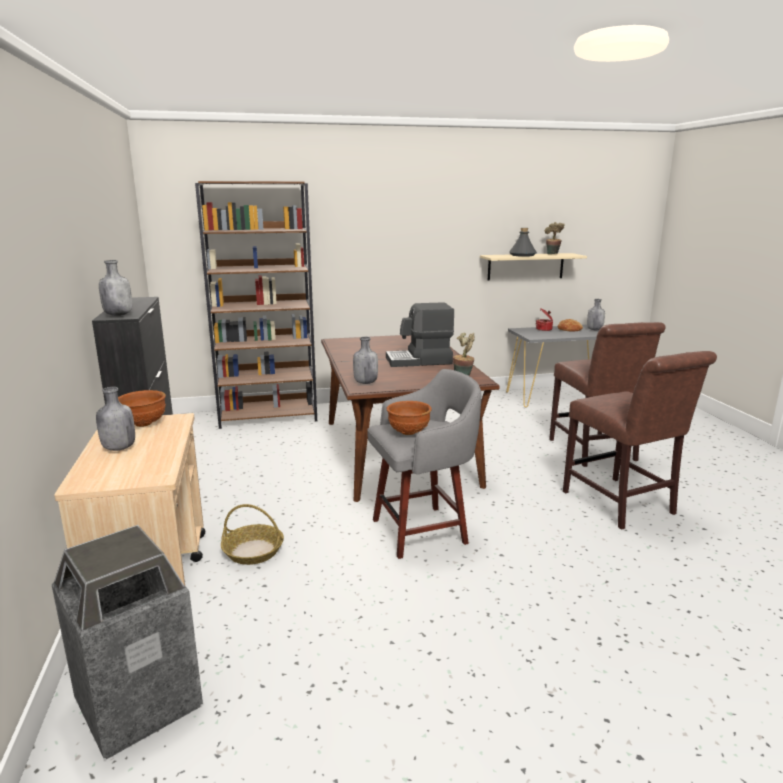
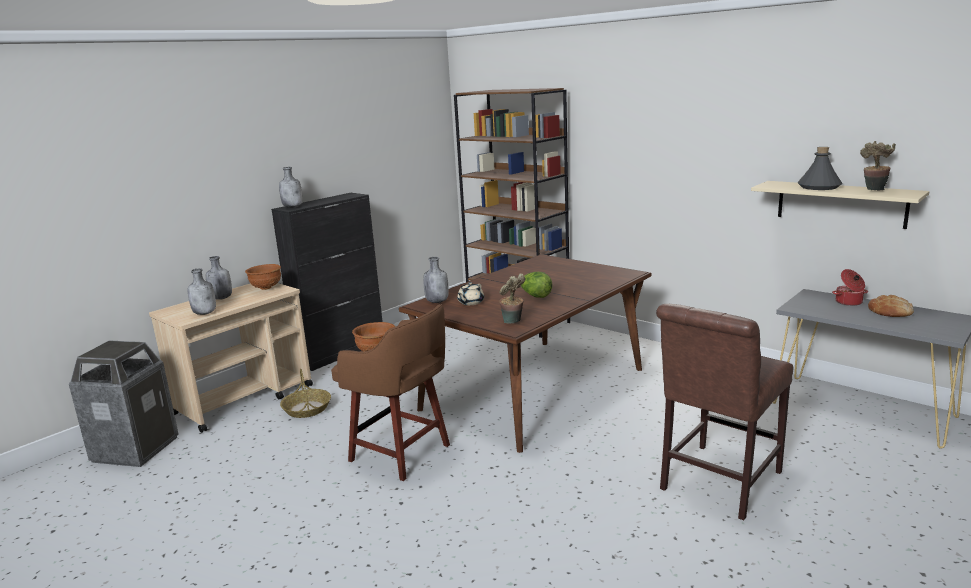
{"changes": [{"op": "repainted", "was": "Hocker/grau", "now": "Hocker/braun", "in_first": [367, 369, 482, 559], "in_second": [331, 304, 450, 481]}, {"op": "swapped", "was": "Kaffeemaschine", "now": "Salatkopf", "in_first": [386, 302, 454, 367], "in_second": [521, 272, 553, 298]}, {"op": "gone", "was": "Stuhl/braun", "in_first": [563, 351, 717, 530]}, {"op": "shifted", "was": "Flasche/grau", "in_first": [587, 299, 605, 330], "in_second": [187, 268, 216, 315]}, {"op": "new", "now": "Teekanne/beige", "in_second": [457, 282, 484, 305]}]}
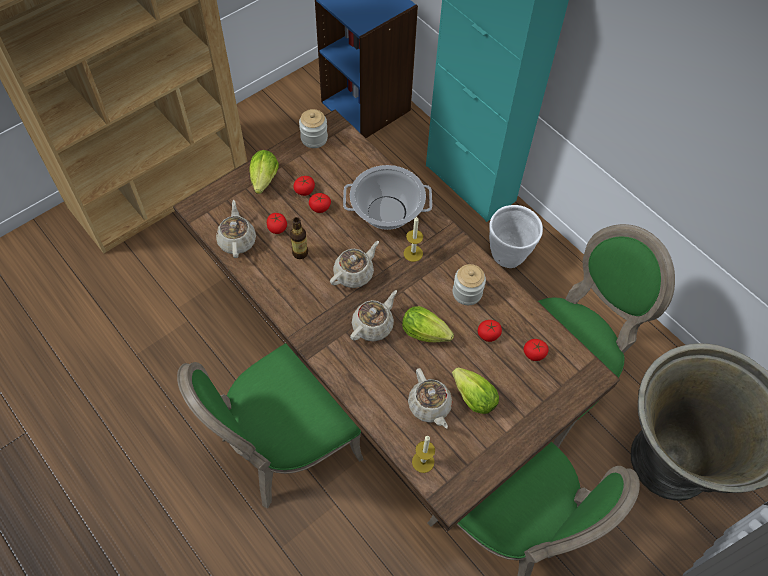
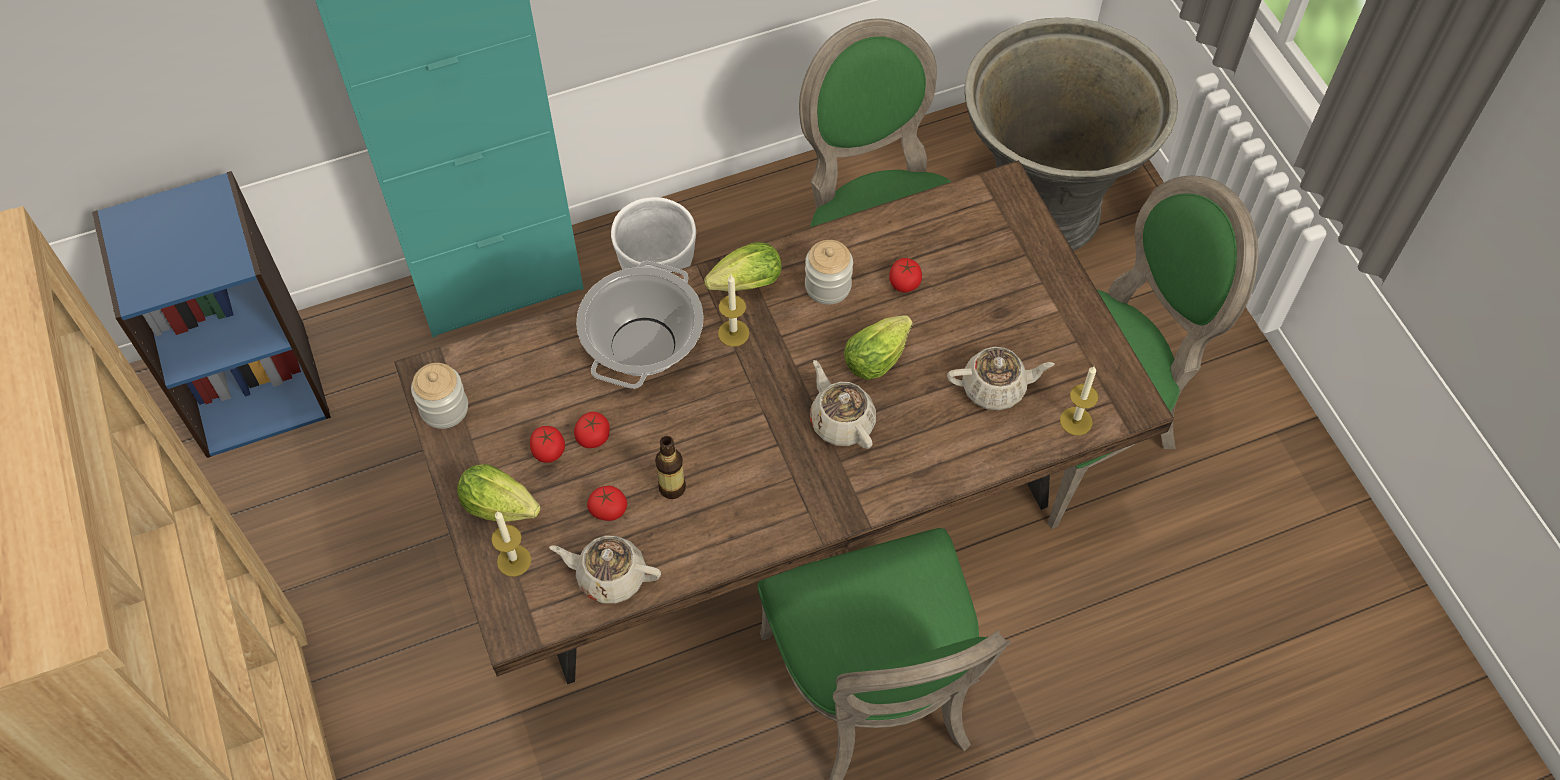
{"changes": [{"op": "gone", "was": "Teekanne/beige", "in_first": [330, 241, 379, 288]}, {"op": "shifted", "was": "Salatkopf", "in_first": [452, 367, 499, 414], "in_second": [704, 242, 781, 291]}, {"op": "gone", "was": "Tomate", "in_first": [524, 339, 548, 361]}, {"op": "new", "now": "Kerze", "in_second": [491, 512, 532, 577]}]}
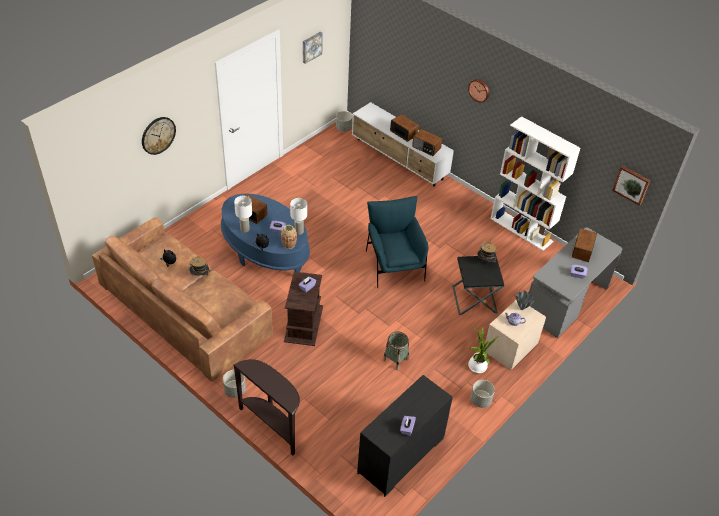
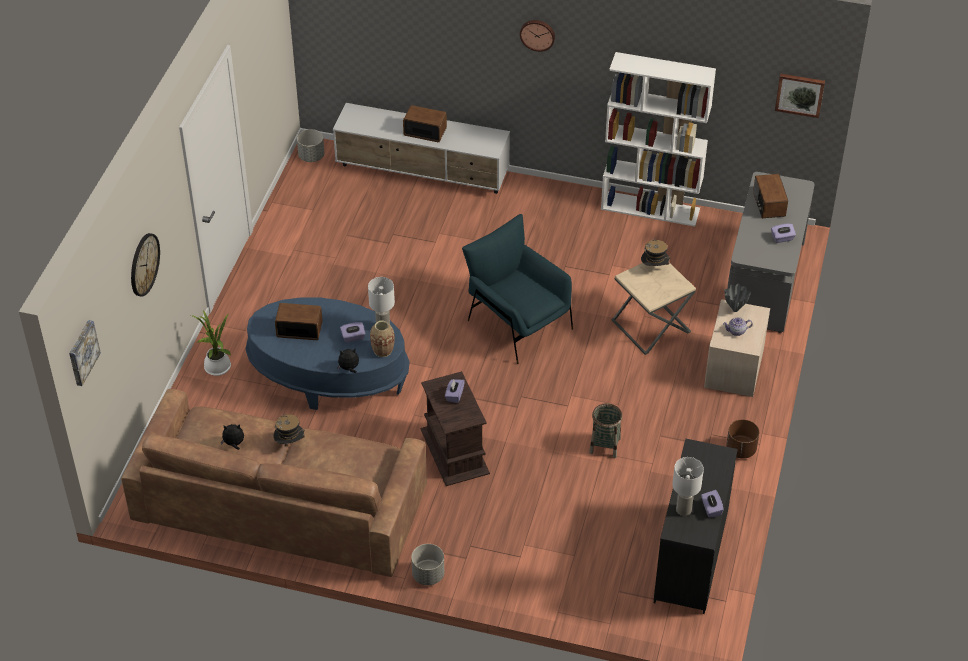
{"changes": [{"op": "gone", "was": "Konsolentisch/braun", "in_first": [233, 359, 300, 455]}, {"op": "shifted", "was": "Tischlampe/weiß", "in_first": [234, 196, 252, 233], "in_second": [672, 457, 704, 516]}, {"op": "shifted", "was": "Bild", "in_first": [303, 32, 323, 64], "in_second": [69, 320, 101, 386]}, {"op": "gone", "was": "Radio", "in_first": [412, 129, 442, 156]}, {"op": "repainted", "was": "Beistelltisch/schwarz", "now": "Beistelltisch/beige", "in_first": [452, 256, 504, 315], "in_second": [611, 262, 696, 355]}, {"op": "shifted", "was": "Topfpflanze", "in_first": [468, 327, 499, 373], "in_second": [191, 310, 231, 376]}, {"op": "repainted", "was": "Pflanzkübel/grau", "now": "Pflanzkübel/braun", "in_first": [471, 380, 495, 408], "in_second": [726, 419, 759, 459]}]}
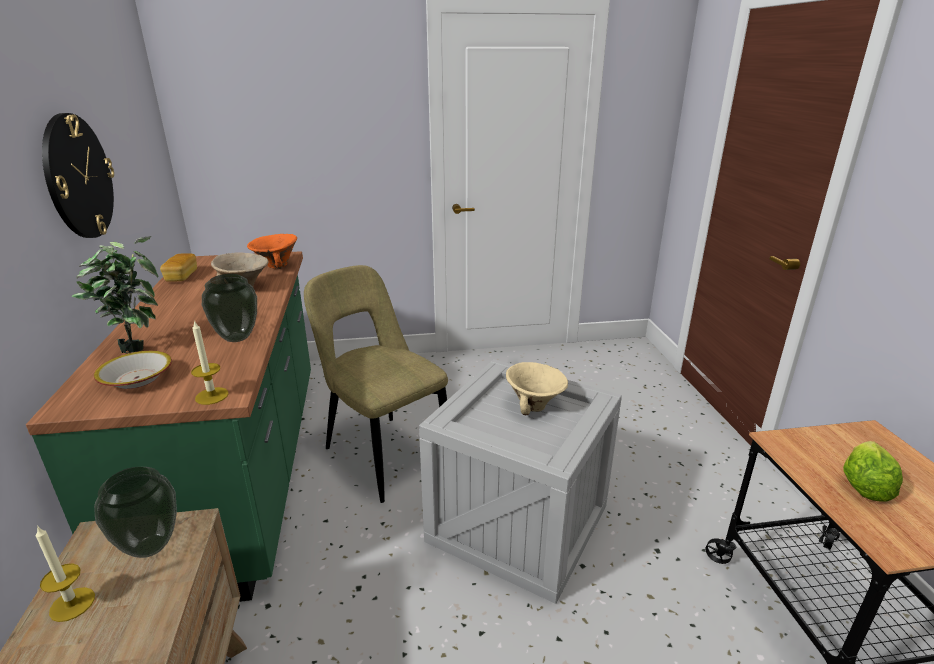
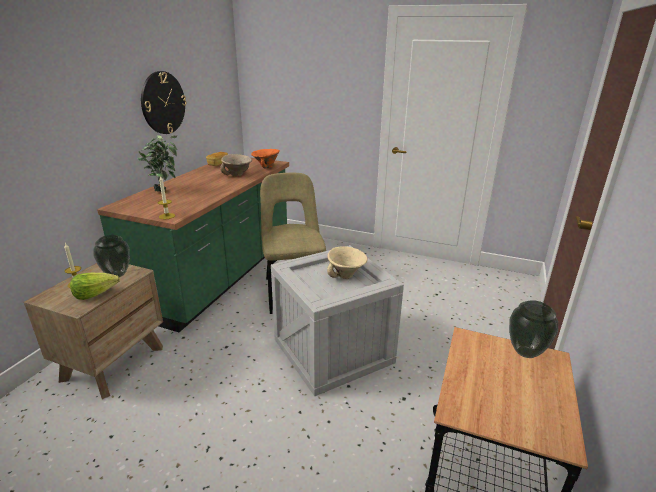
{"changes": [{"op": "gone", "was": "Schüssel", "in_first": [94, 351, 172, 389]}, {"op": "shifted", "was": "Vase", "in_first": [202, 274, 257, 342], "in_second": [509, 300, 558, 358]}, {"op": "shifted", "was": "Salatkopf", "in_first": [843, 441, 903, 502], "in_second": [70, 273, 120, 300]}]}
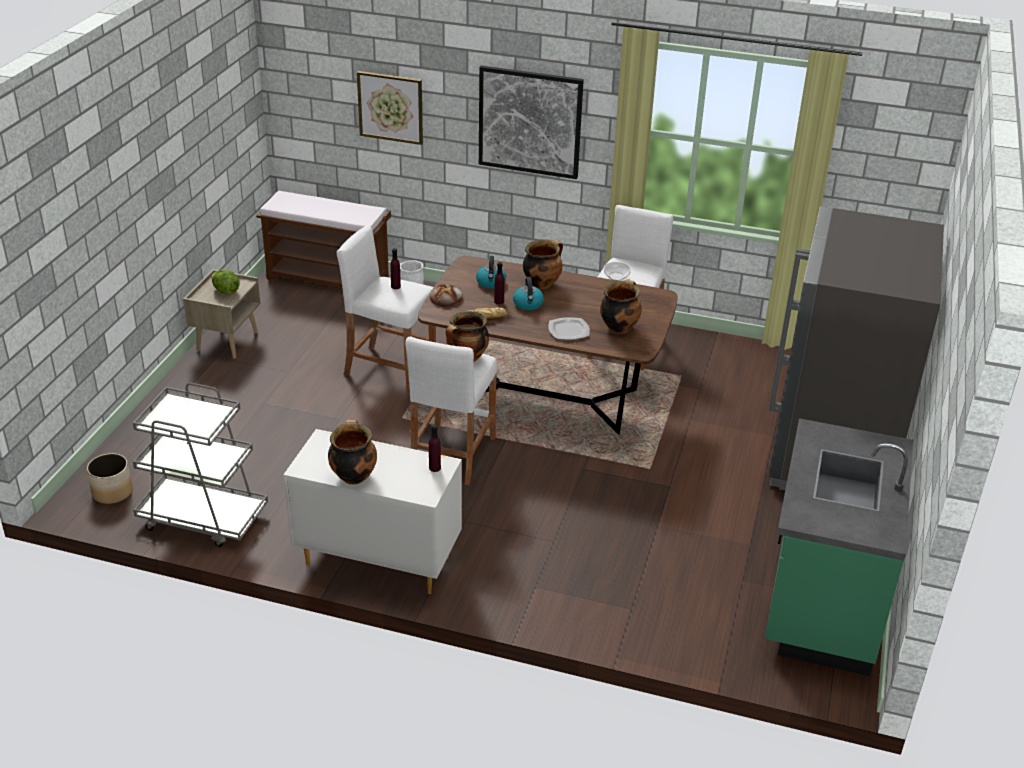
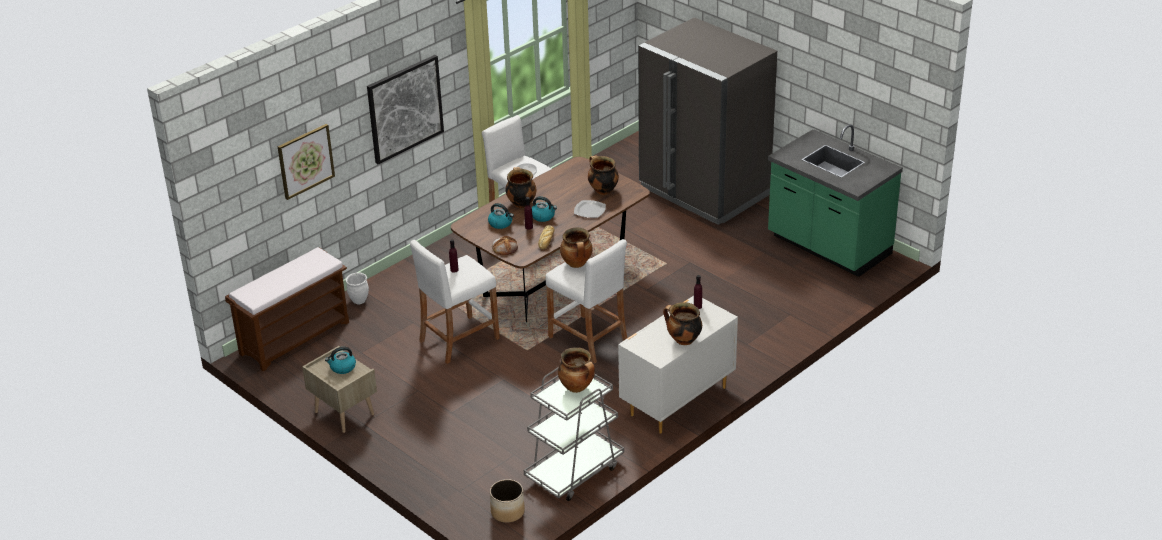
{"changes": [{"op": "swapped", "was": "Salatkopf", "now": "Wasserkessel", "in_first": [212, 269, 240, 295], "in_second": [325, 347, 356, 374]}, {"op": "new", "now": "Kochtopf", "in_second": [558, 347, 595, 393]}]}
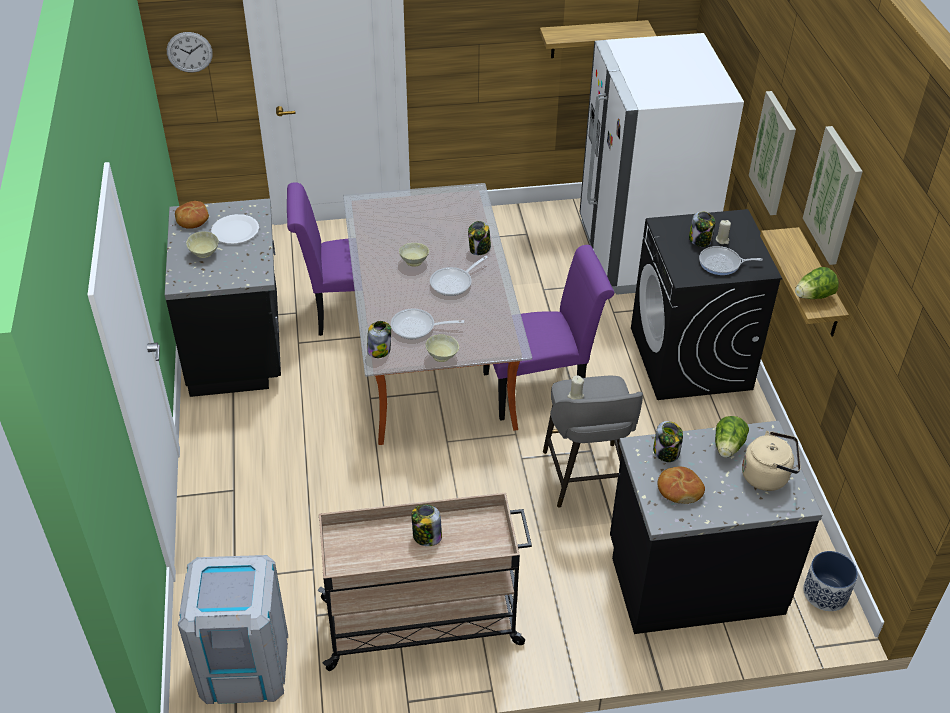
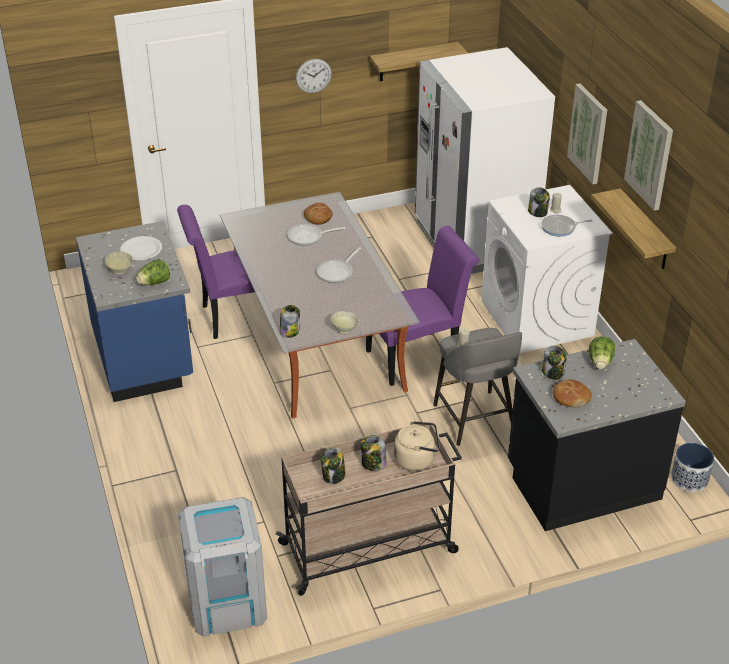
{"changes": [{"op": "repainted", "was": "Küchenzeile/schwarz", "now": "Küchenzeile/blau", "in_first": [165, 198, 281, 397], "in_second": [76, 221, 193, 402]}, {"op": "shifted", "was": "Wanduhr", "in_first": [167, 32, 213, 73], "in_second": [296, 59, 332, 93]}, {"op": "shifted", "was": "Brot", "in_first": [175, 201, 209, 229], "in_second": [304, 203, 333, 224]}, {"op": "shifted", "was": "Pfanne", "in_first": [391, 309, 464, 339], "in_second": [287, 224, 346, 245]}, {"op": "gone", "was": "Schüssel/beige", "in_first": [399, 243, 429, 267]}, {"op": "shifted", "was": "Vorratsglas", "in_first": [468, 221, 491, 255], "in_second": [321, 448, 346, 484]}, {"op": "repainted", "was": "Waschmaschine/schwarz", "now": "Waschmaschine/weiß", "in_first": [631, 209, 782, 400], "in_second": [481, 185, 613, 353]}, {"op": "shifted", "was": "Wasserkessel/beige", "in_first": [742, 431, 801, 491], "in_second": [394, 421, 439, 471]}, {"op": "shifted", "was": "Salatkopf", "in_first": [795, 267, 839, 299], "in_second": [136, 259, 170, 285]}]}
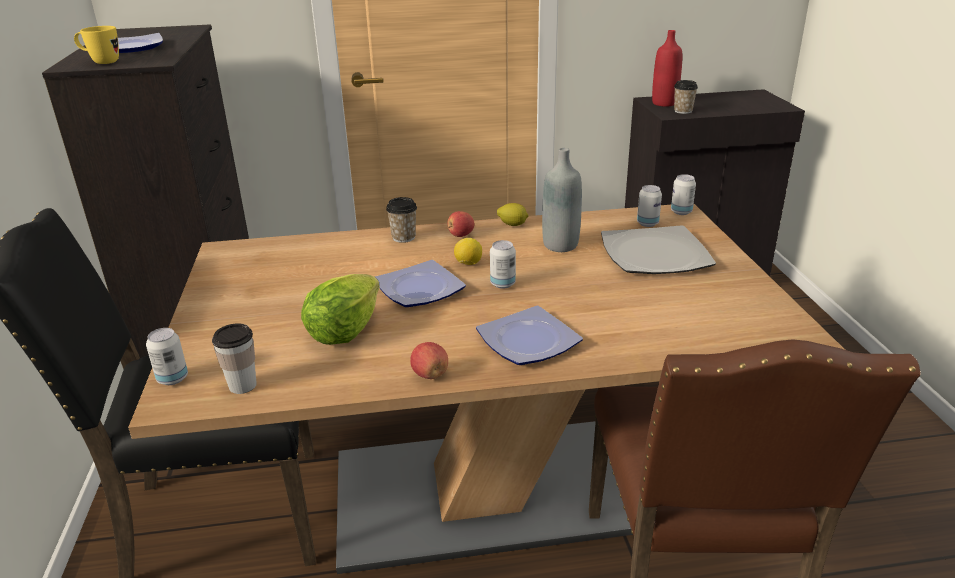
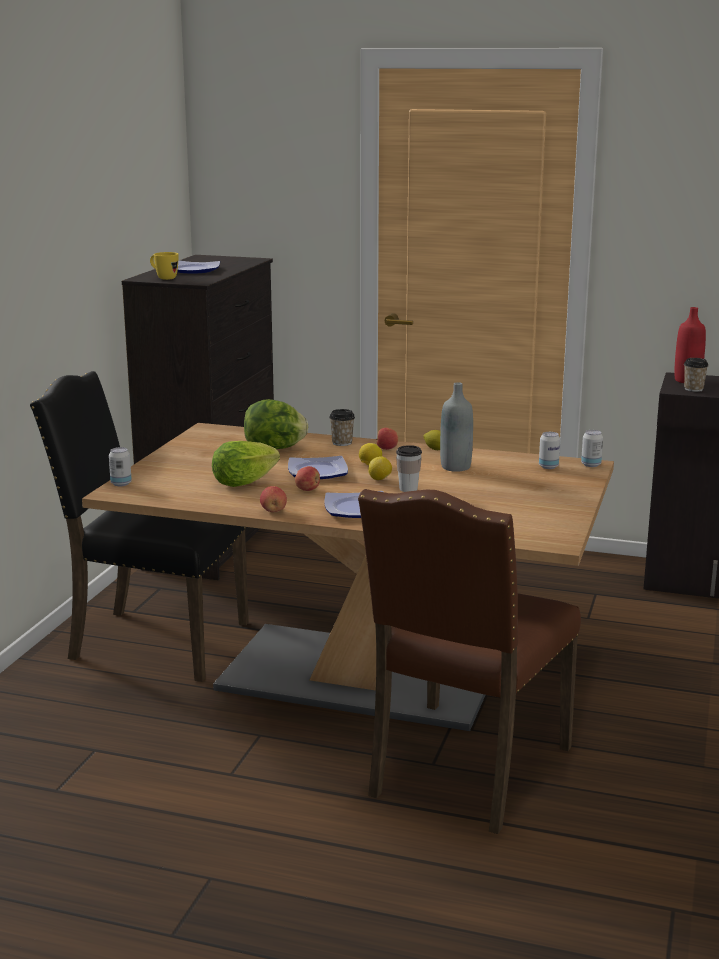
{"changes": [{"op": "shifted", "was": "Tasse", "in_first": [212, 323, 257, 394], "in_second": [396, 445, 422, 492]}, {"op": "swapped", "was": "Dose", "now": "Zitrone", "in_first": [490, 240, 516, 289], "in_second": [369, 456, 392, 480]}, {"op": "gone", "was": "Teller", "in_first": [601, 225, 716, 274]}, {"op": "new", "now": "Salatkopf", "in_second": [244, 399, 308, 449]}, {"op": "new", "now": "Apfel", "in_second": [295, 466, 320, 491]}]}
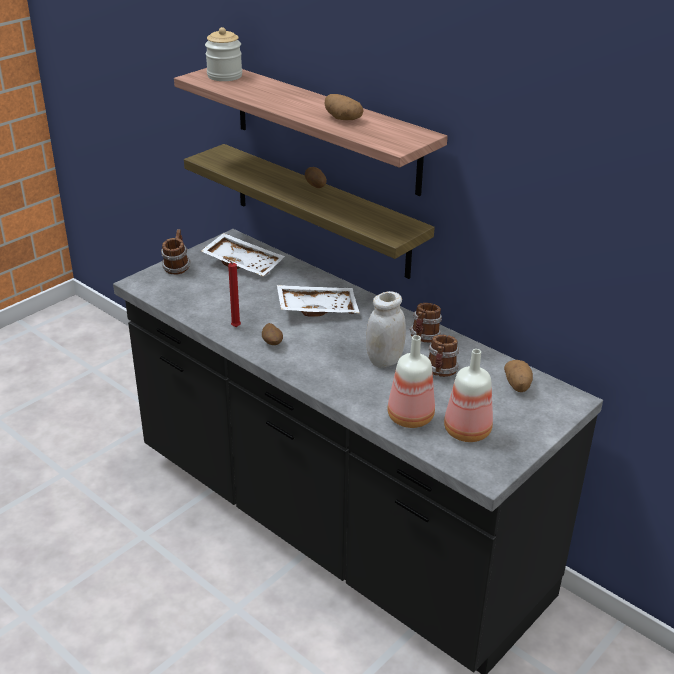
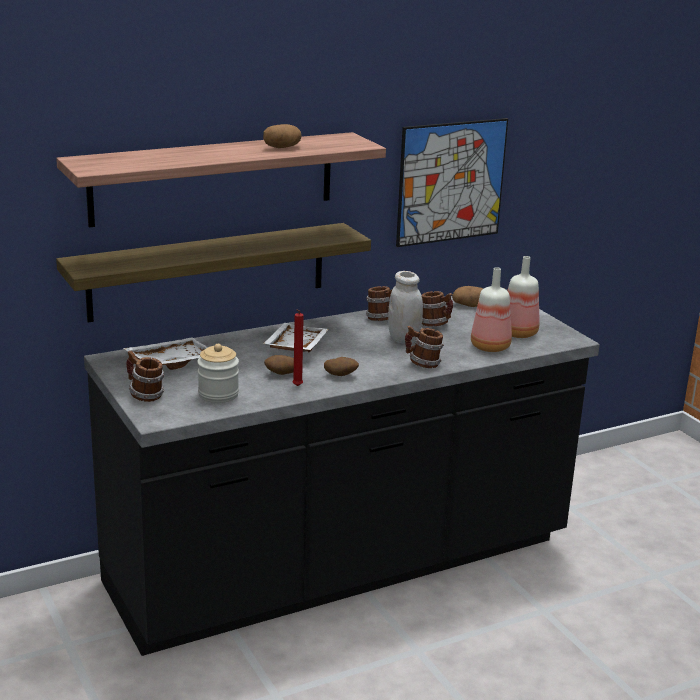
{"changes": [{"op": "shifted", "was": "Vorratsglas", "in_first": [205, 27, 242, 81], "in_second": [197, 344, 239, 403]}, {"op": "shifted", "was": "Kartoffel", "in_first": [305, 167, 327, 188], "in_second": [264, 355, 294, 375]}, {"op": "new", "now": "Bild", "in_second": [396, 118, 508, 247]}, {"op": "new", "now": "Henkelbecher", "in_second": [405, 326, 444, 368]}]}
